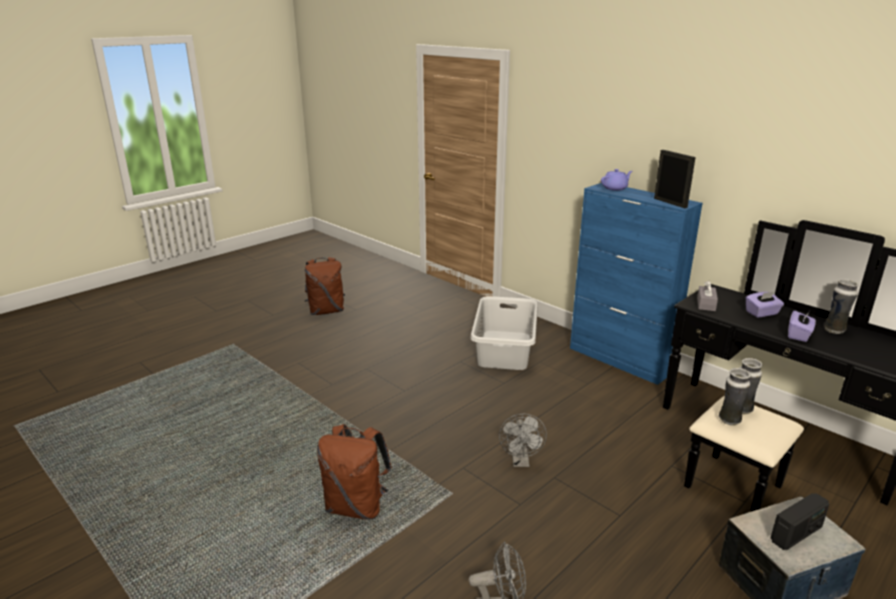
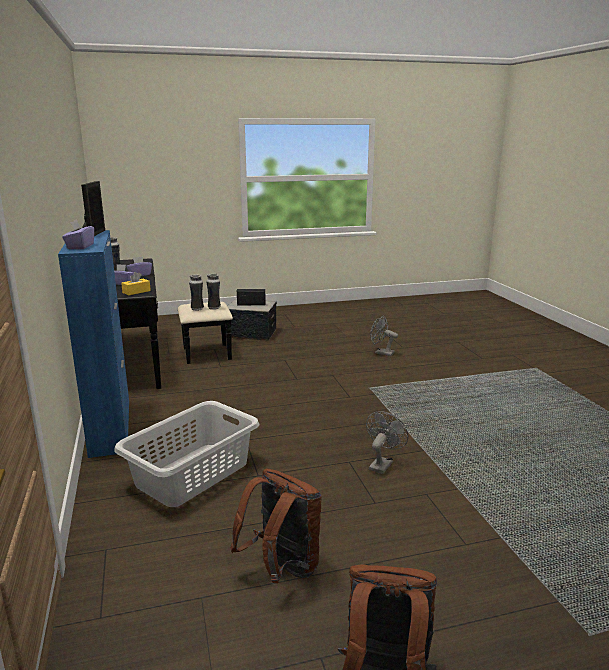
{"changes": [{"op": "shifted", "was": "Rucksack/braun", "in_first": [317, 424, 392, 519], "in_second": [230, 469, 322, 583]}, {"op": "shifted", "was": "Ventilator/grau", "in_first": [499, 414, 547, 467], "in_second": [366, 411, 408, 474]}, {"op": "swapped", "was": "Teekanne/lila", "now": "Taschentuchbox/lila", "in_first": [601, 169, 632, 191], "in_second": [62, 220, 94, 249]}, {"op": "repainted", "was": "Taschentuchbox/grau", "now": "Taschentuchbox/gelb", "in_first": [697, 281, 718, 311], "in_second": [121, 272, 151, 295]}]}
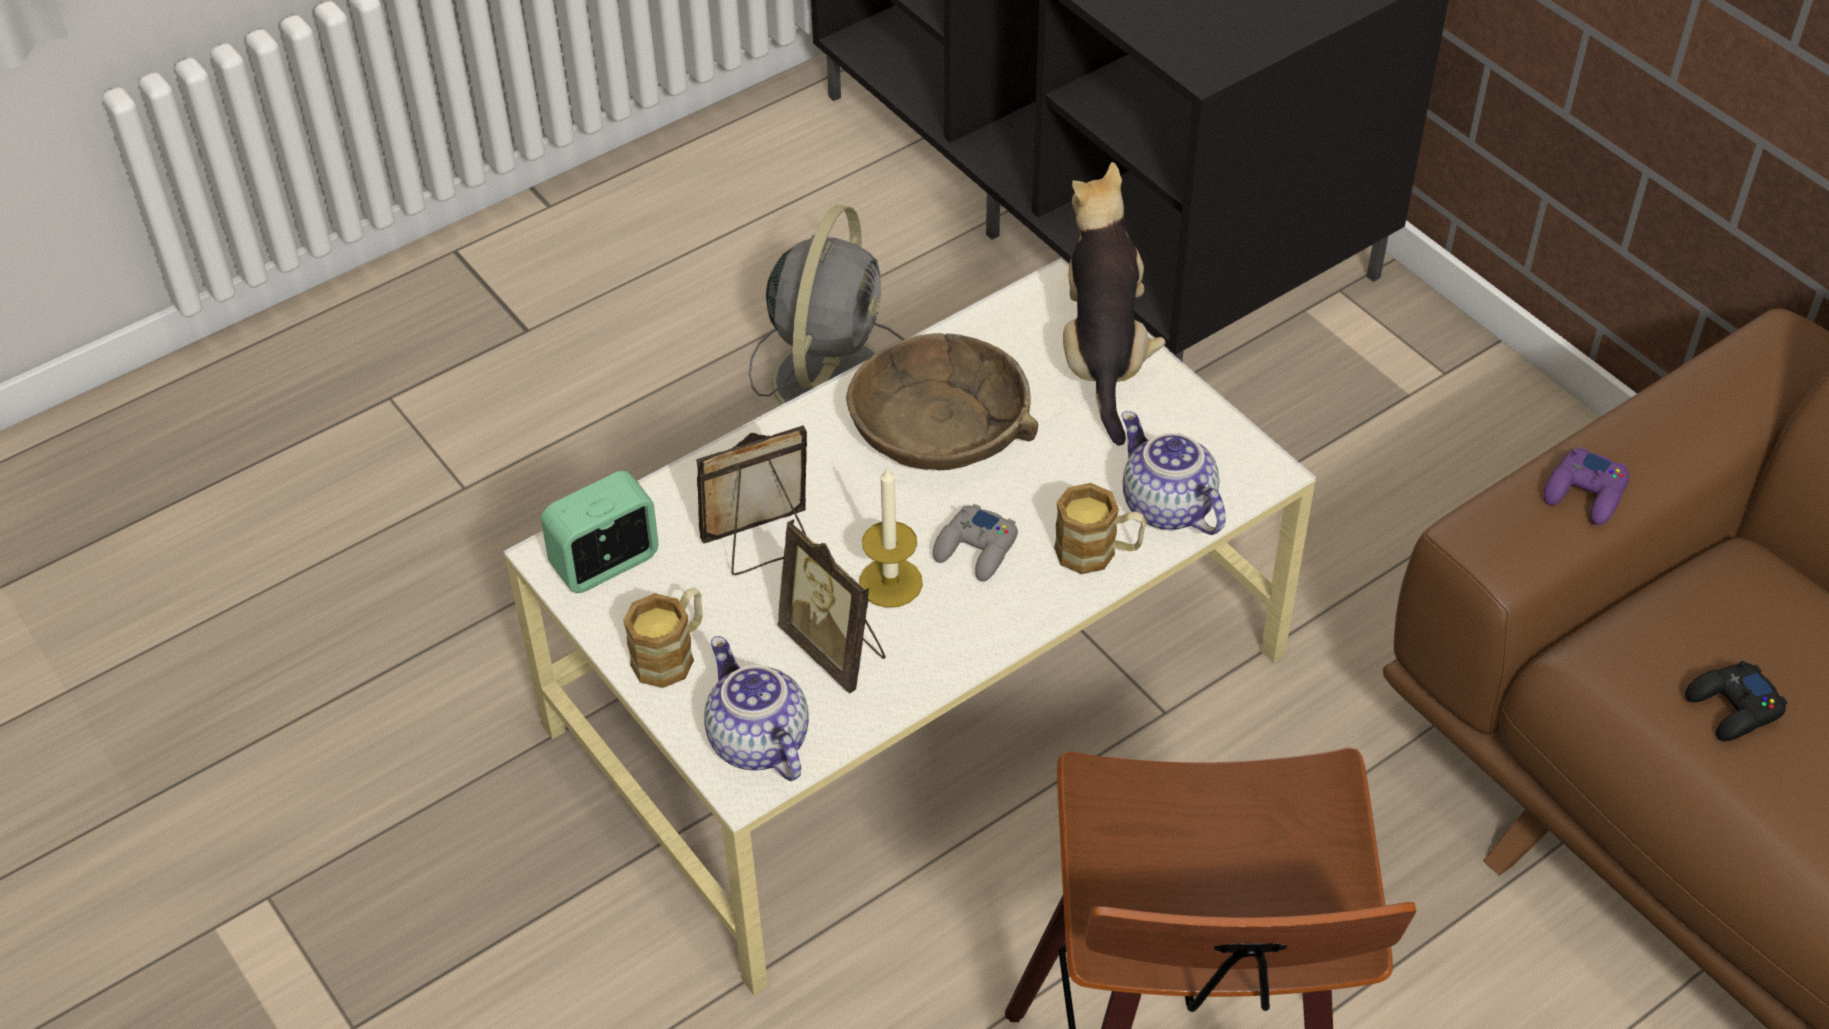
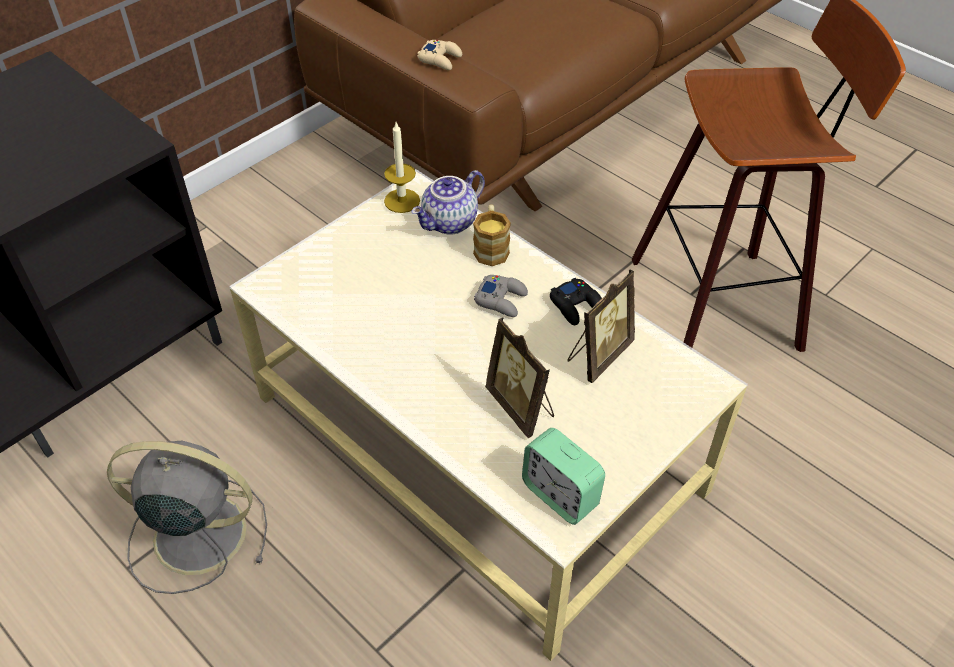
{"changes": [{"op": "gone", "was": "Henkelbecher", "in_first": [623, 587, 702, 688]}, {"op": "gone", "was": "Teekanne", "in_first": [704, 636, 809, 781]}, {"op": "gone", "was": "Schüssel/braun", "in_first": [846, 333, 1038, 470]}, {"op": "shifted", "was": "Kerze", "in_first": [859, 465, 923, 608], "in_second": [384, 122, 420, 213]}, {"op": "gone", "was": "Plüschtier", "in_first": [1063, 162, 1166, 446]}, {"op": "repainted", "was": "Gamepad/lila", "now": "Gamepad/beige", "in_first": [1544, 447, 1630, 525], "in_second": [417, 40, 462, 70]}, {"op": "shifted", "was": "Gamepad/schwarz", "in_first": [1685, 661, 1787, 741], "in_second": [550, 278, 602, 325]}]}
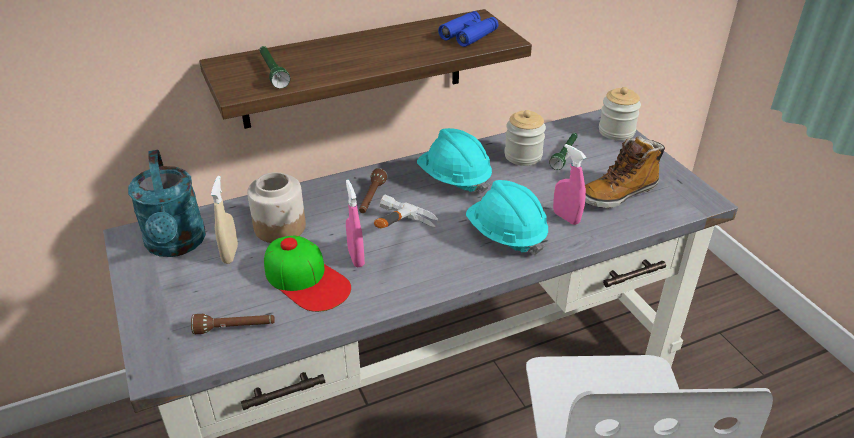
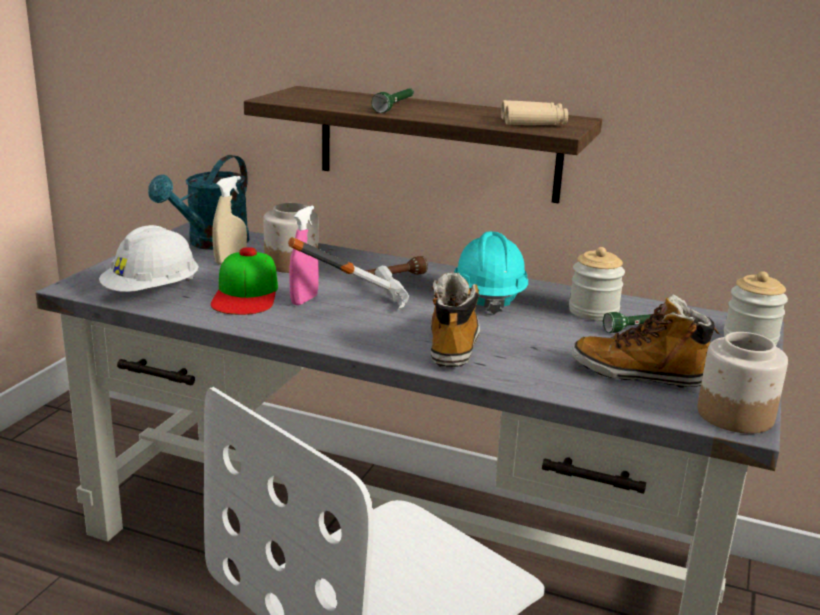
{"changes": [{"op": "swapped", "was": "Taschenlampe/braun", "now": "Schutzhelm/weiß", "in_first": [191, 314, 275, 334], "in_second": [99, 225, 199, 292]}, {"op": "shifted", "was": "Taschenlampe/grün", "in_first": [259, 46, 290, 89], "in_second": [371, 88, 414, 113]}, {"op": "repainted", "was": "Fernglas/blau", "now": "Fernglas/beige", "in_first": [438, 11, 498, 47], "in_second": [501, 100, 568, 125]}, {"op": "swapped", "was": "Schutzhelm/türkis", "now": "Stiefel", "in_first": [466, 180, 548, 255], "in_second": [431, 272, 480, 368]}, {"op": "gone", "was": "Sprühflasche/rosa", "in_first": [553, 144, 586, 225]}, {"op": "new", "now": "Vorratsglas", "in_second": [697, 332, 788, 434]}]}
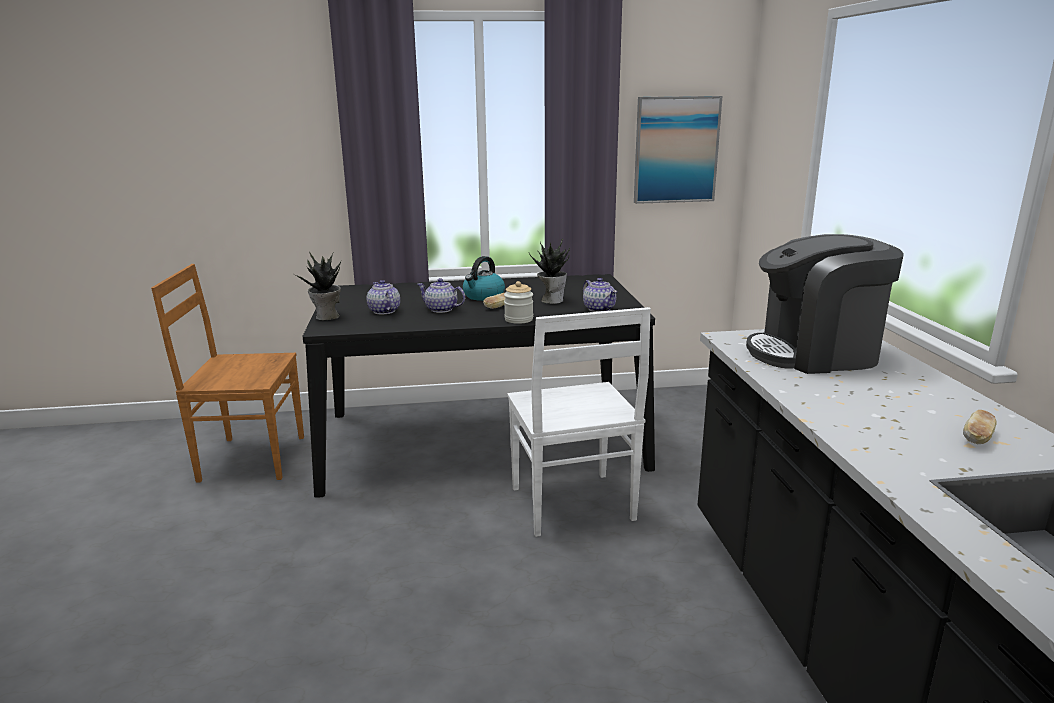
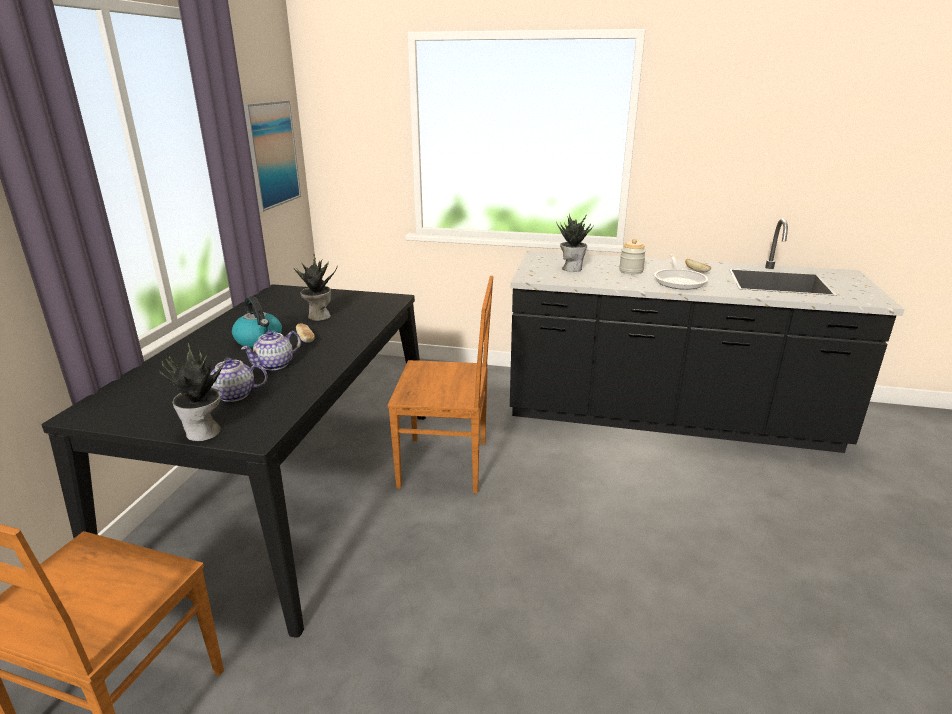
{"changes": [{"op": "shifted", "was": "Vorratsglas", "in_first": [504, 281, 533, 324], "in_second": [619, 239, 646, 274]}, {"op": "repainted", "was": "Stuhl/weiß", "now": "Stuhl/braun", "in_first": [507, 307, 651, 537], "in_second": [388, 276, 493, 493]}, {"op": "gone", "was": "Teekanne", "in_first": [583, 278, 617, 312]}, {"op": "swapped", "was": "Kaffeemaschine", "now": "Topfpflanze", "in_first": [746, 234, 904, 374], "in_second": [556, 215, 594, 272]}, {"op": "new", "now": "Pfanne", "in_second": [654, 254, 708, 290]}]}
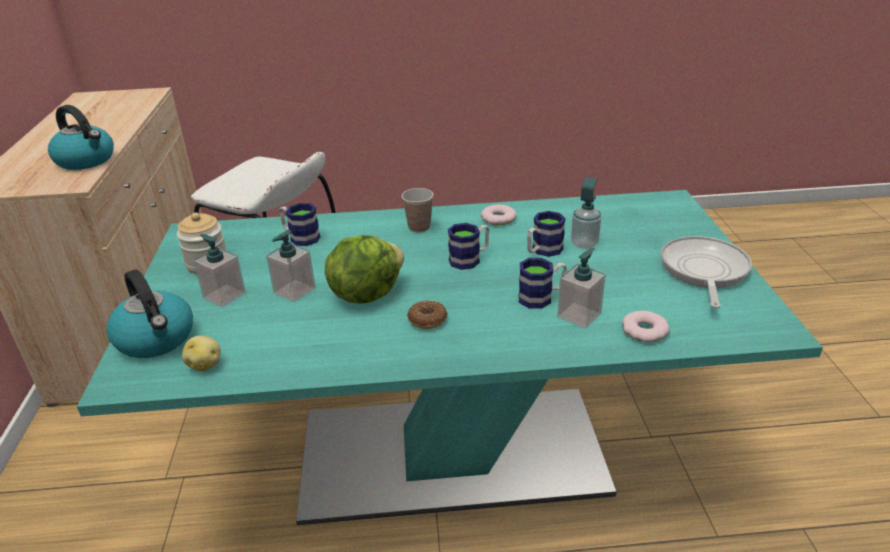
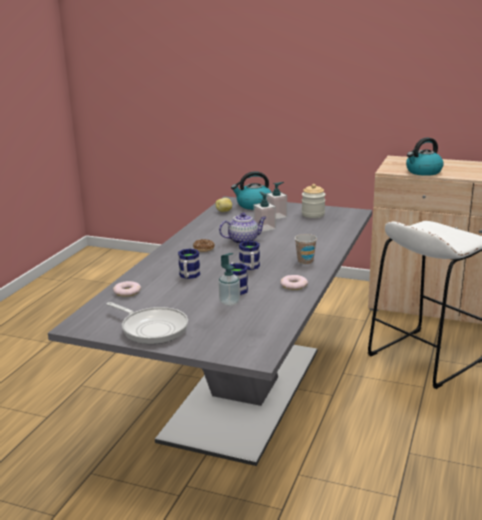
{"changes": [{"op": "repainted", "was": "Esstisch/türkis", "now": "Esstisch/grau", "in_first": [77, 190, 823, 525], "in_second": [48, 196, 372, 466]}, {"op": "gone", "was": "Henkelbecher", "in_first": [279, 203, 320, 246]}, {"op": "swapped", "was": "Salatkopf", "now": "Teekanne", "in_first": [325, 235, 404, 304], "in_second": [219, 213, 267, 244]}, {"op": "gone", "was": "Seifenspender", "in_first": [557, 248, 606, 329]}]}
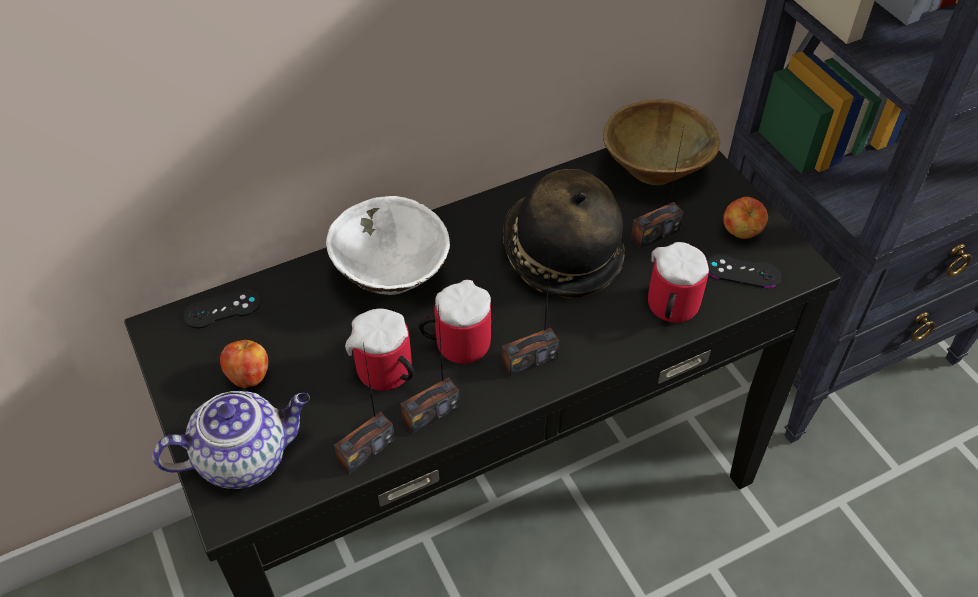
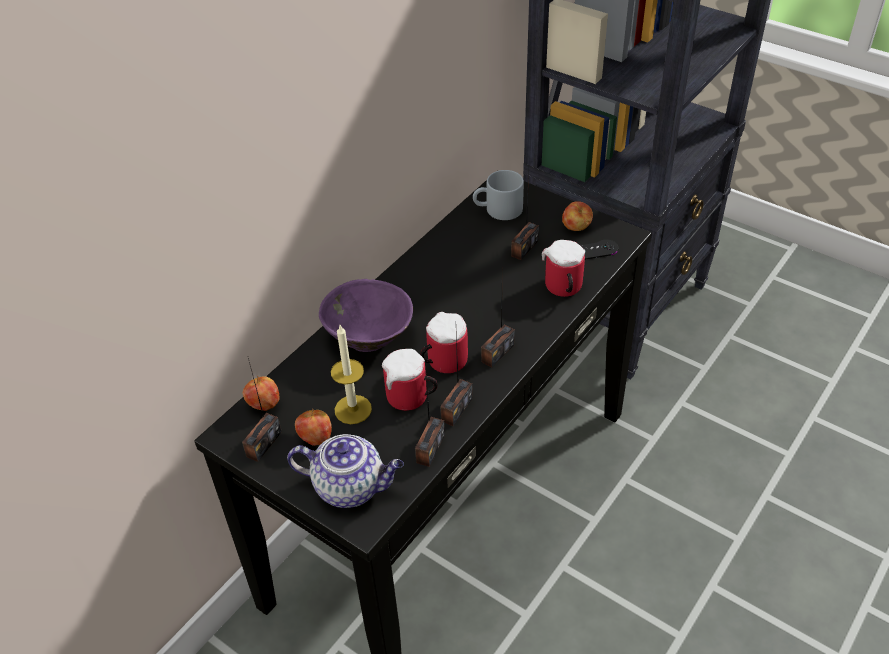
{"changes": [{"op": "rotated", "was": "Teekanne", "in_first": [152, 391, 310, 489], "in_second": [287, 434, 404, 508], "clockwise": 60}, {"op": "swapped", "was": "Gamepad/schwarz", "now": "Apfel", "in_first": [183, 289, 261, 329], "in_second": [243, 376, 280, 411]}, {"op": "repainted", "was": "Schüssel/weiß", "now": "Schüssel/lila", "in_first": [326, 196, 450, 295], "in_second": [319, 279, 413, 352]}, {"op": "gone", "was": "Hut", "in_first": [503, 169, 625, 298]}, {"op": "swapped", "was": "Schüssel/braun", "now": "Henkelbecher/grau", "in_first": [603, 99, 720, 185], "in_second": [473, 170, 524, 220]}, {"op": "new", "now": "Radio", "in_second": [242, 358, 282, 462]}, {"op": "new", "now": "Kerze", "in_second": [331, 325, 372, 424]}]}
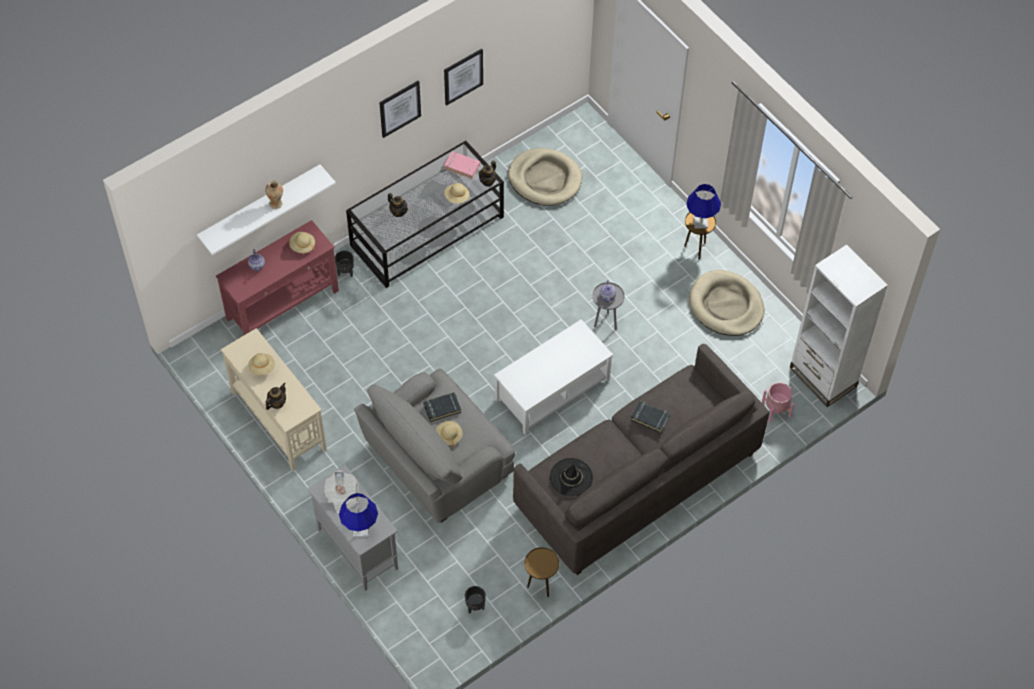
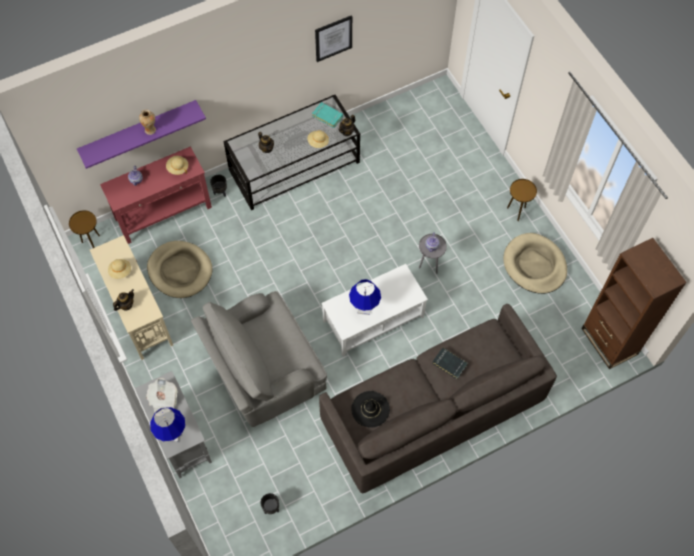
{"changes": [{"op": "repainted", "was": "Wandregal/weiß", "now": "Wandregal/lila", "in_first": [197, 164, 336, 255], "in_second": [77, 100, 206, 169]}, {"op": "gone", "was": "Bild", "in_first": [379, 81, 421, 138]}, {"op": "gone", "was": "Buch/schwarz", "in_first": [423, 392, 462, 422]}, {"op": "gone", "was": "Hut/beige", "in_first": [436, 421, 462, 448]}, {"op": "repainted", "was": "Buch/rosa", "now": "Buch/türkis", "in_first": [444, 151, 480, 179], "in_second": [312, 102, 343, 128]}, {"op": "shifted", "was": "Hundebett/beige", "in_first": [508, 148, 582, 206], "in_second": [147, 241, 212, 298]}, {"op": "shifted", "was": "Beistelltisch/braun", "in_first": [525, 547, 559, 597], "in_second": [69, 210, 100, 248]}, {"op": "shifted", "was": "Tischlampe/blau", "in_first": [686, 184, 721, 229], "in_second": [349, 279, 381, 315]}, {"op": "gone", "was": "Pflanzkübel/rosa", "in_first": [762, 382, 794, 422]}, {"op": "repainted", "was": "Bücherregal/weiß", "now": "Bücherregal/braun", "in_first": [790, 245, 888, 407], "in_second": [581, 238, 687, 369]}]}
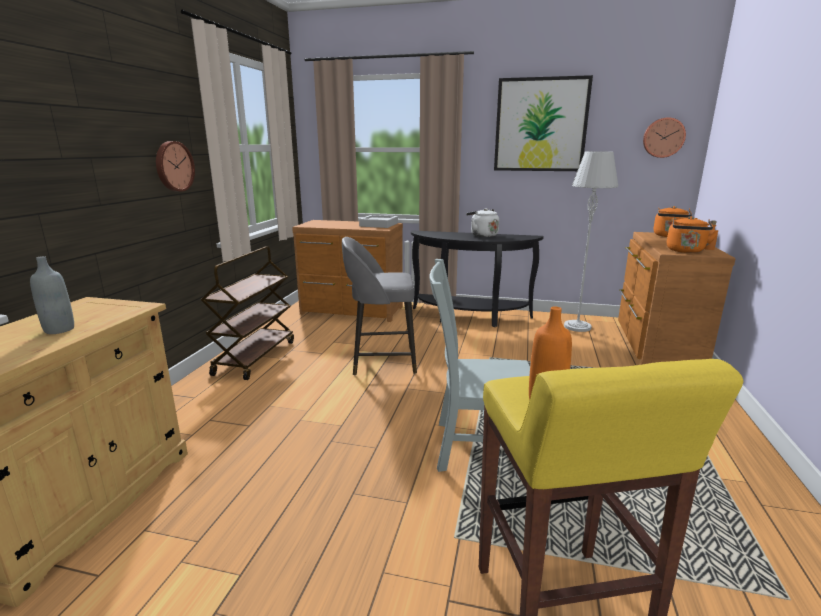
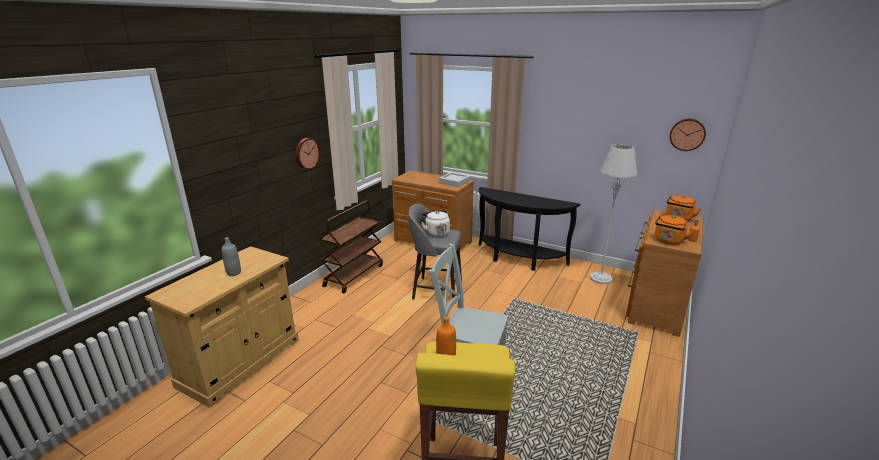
{"changes": [{"op": "shifted", "was": "Wasserkessel/weiß", "in_first": [466, 208, 499, 237], "in_second": [421, 210, 450, 237]}, {"op": "gone", "was": "Bild", "in_first": [494, 75, 593, 171]}]}
